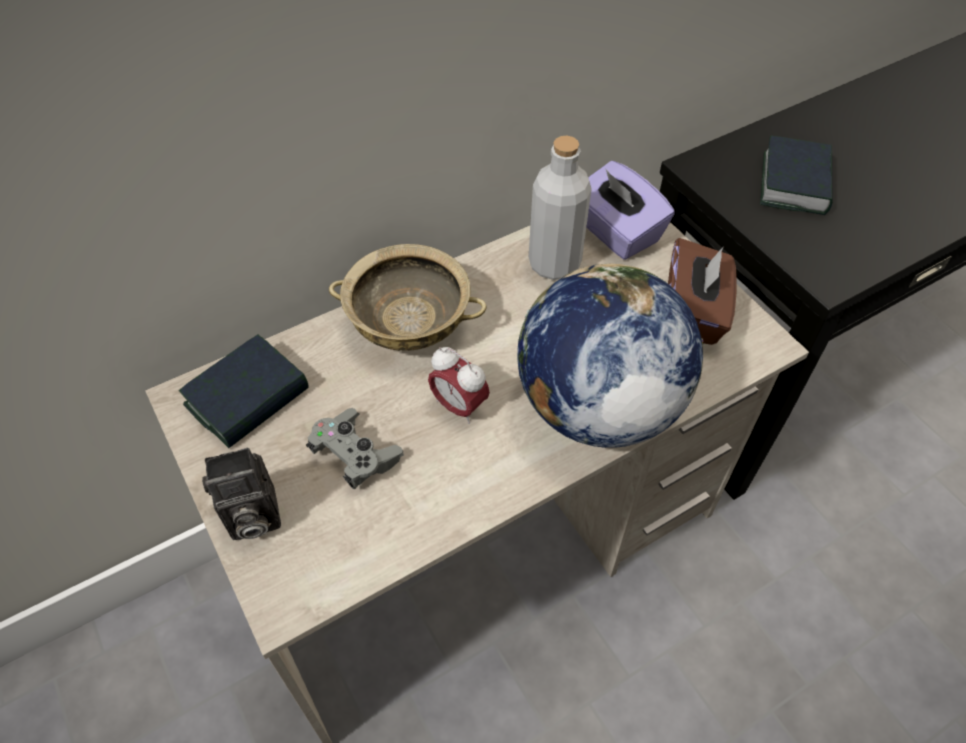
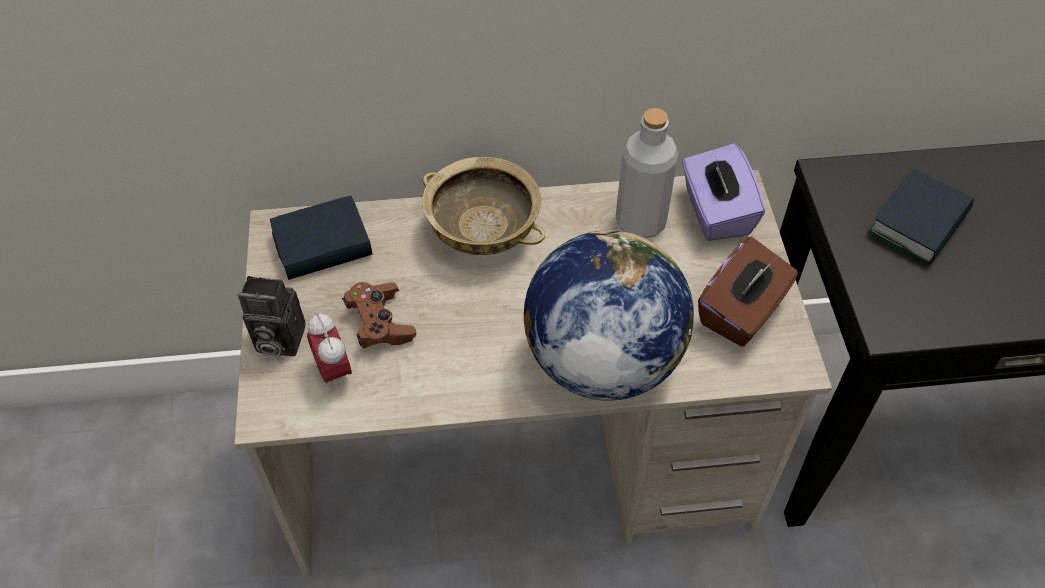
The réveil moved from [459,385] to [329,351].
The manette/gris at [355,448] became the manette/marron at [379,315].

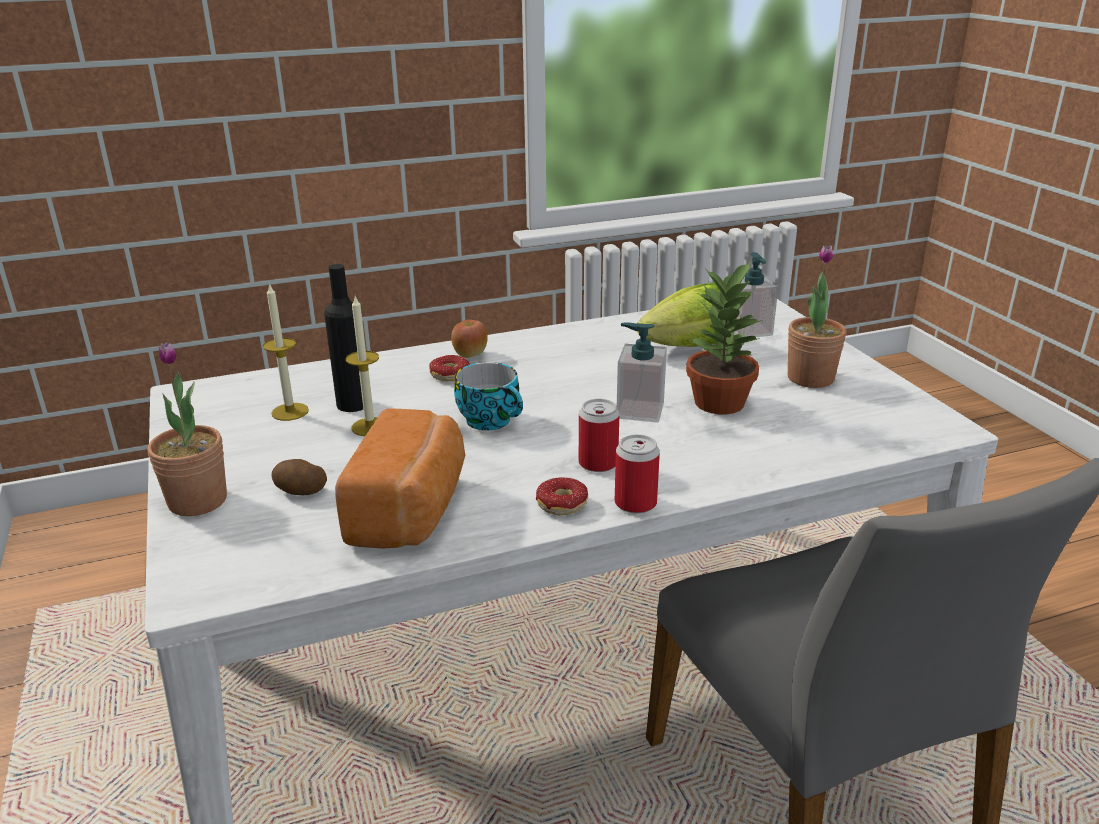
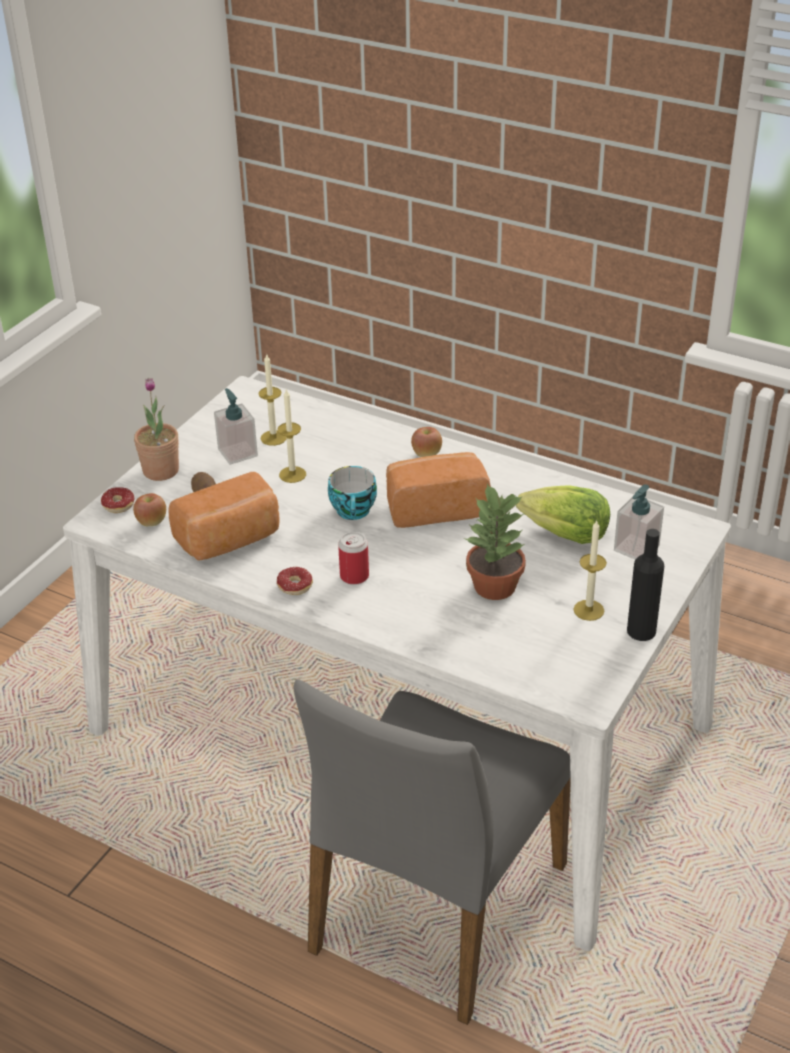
The plante en pot at [817,316] was replaced by the bougie at [590,570].
The bouteille/noir moved from [343,338] to [645,585].
The distributeur de savon moved from [642,372] to [236,426].
The beignet moved from [449,368] to [117,500].
The boîte métallique at [637,473] disappeared.
The pain at [438,490] appeared.
The pomme at [149,509] appeared.

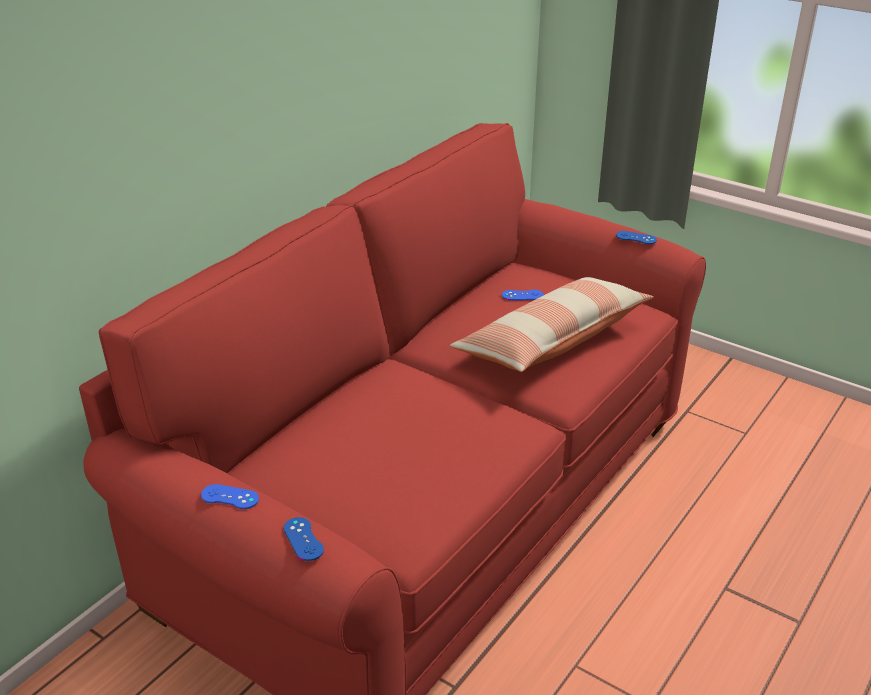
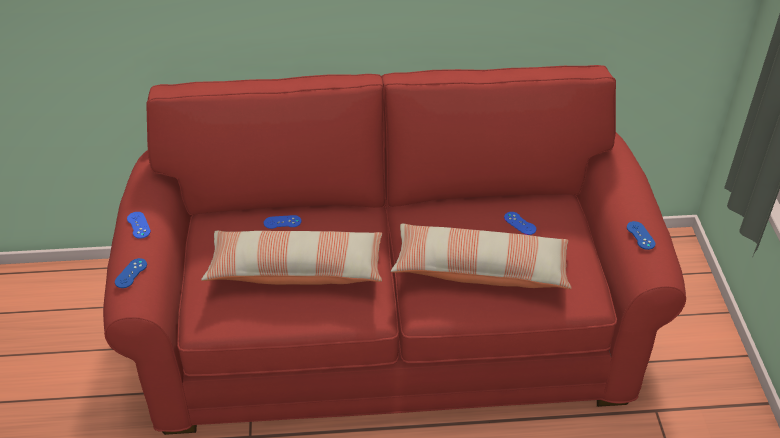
The manette/bleu at [282,222] appeared.
The coussin at [291,258] appeared.

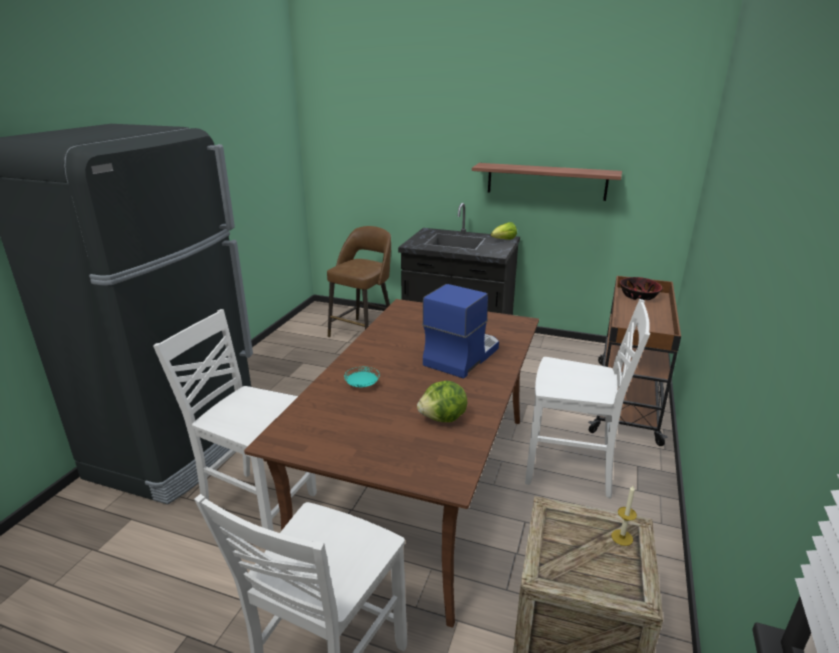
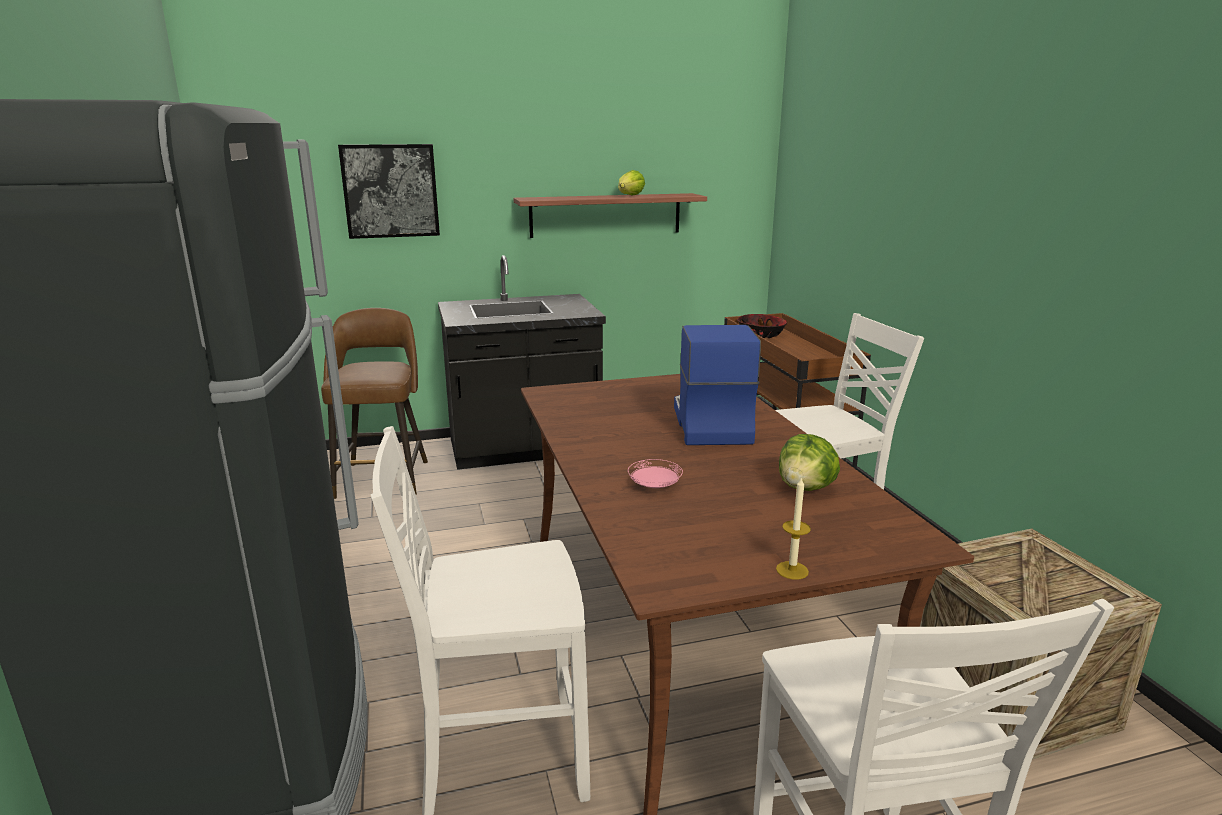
The laitue moved from [504,231] to [631,182].
The assiette/turquoise at [362,377] became the assiette/rose at [655,473].
The bougie moved from [624,516] to [793,528].
The tableau at [389,191] appeared.

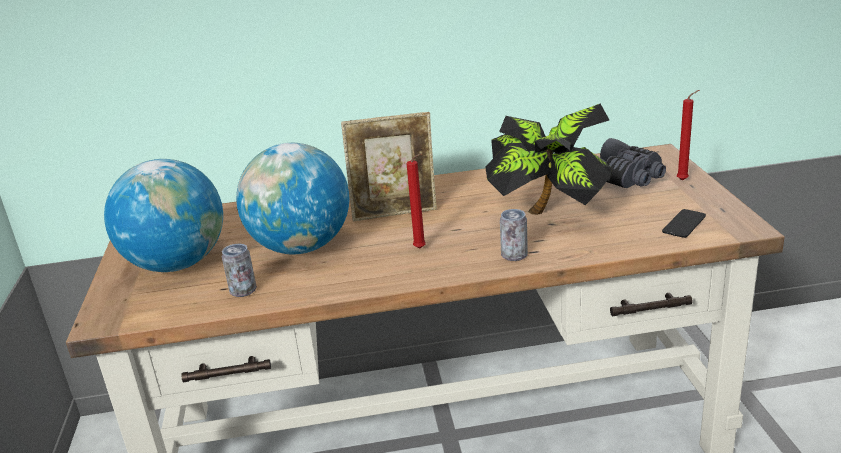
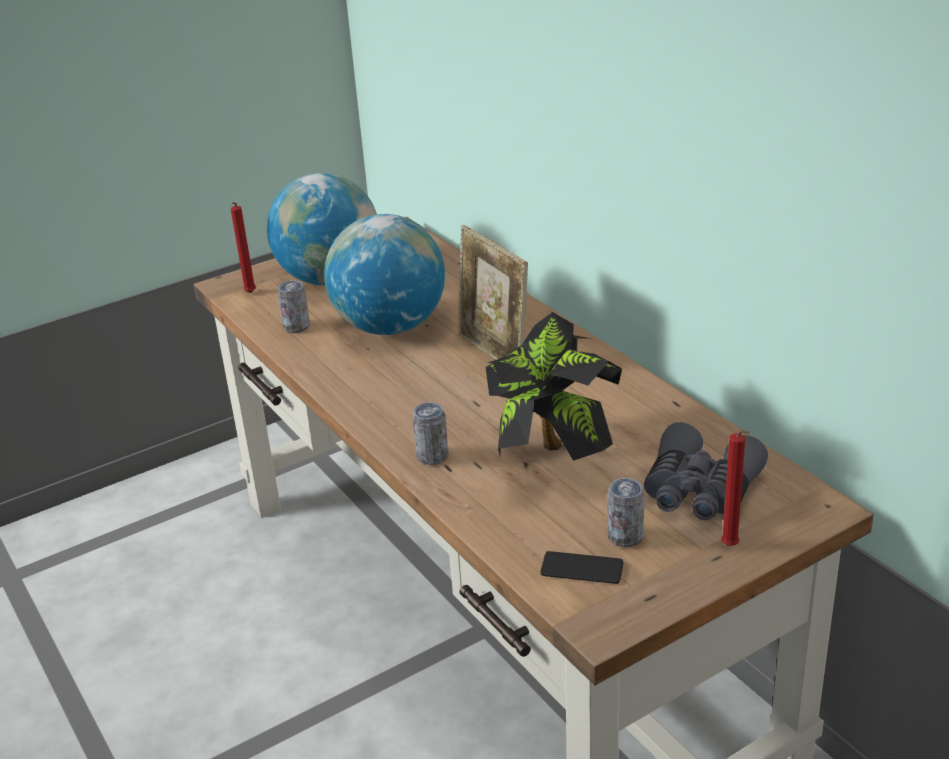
The bougie/rouge moved from [416,201] to [243,247].
The boîte métallique at [625,512] appeared.

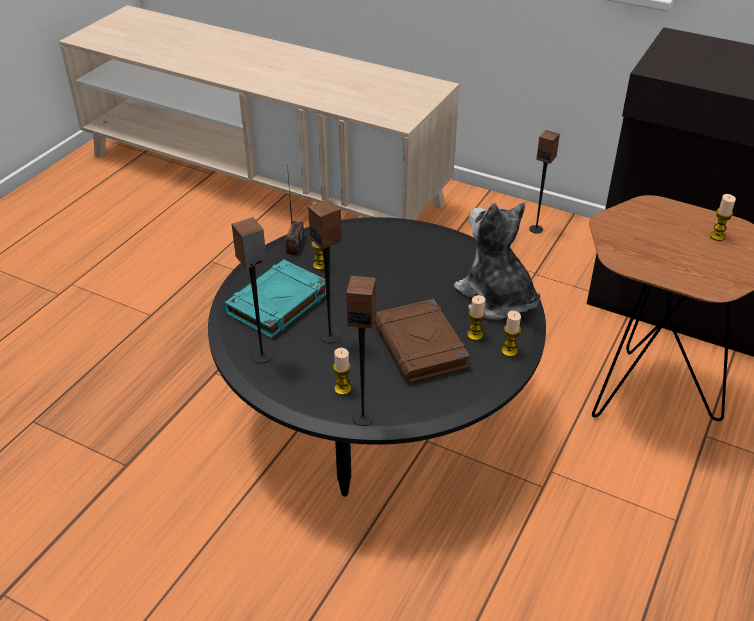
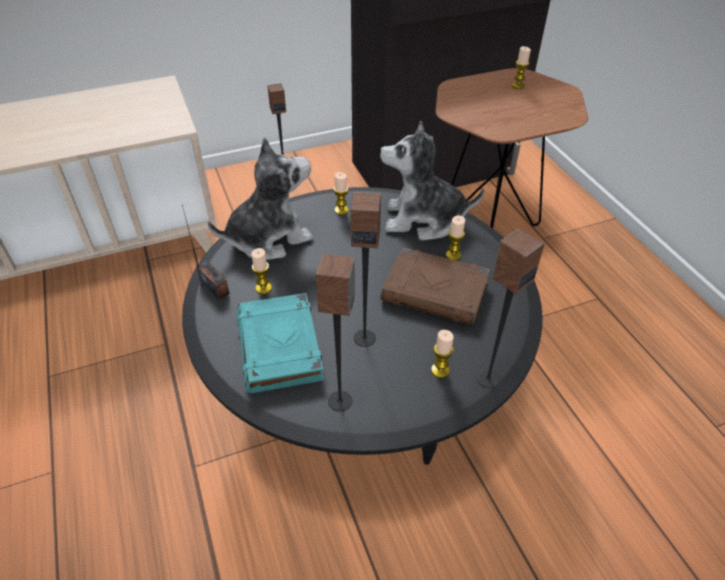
The bougie moved from [511,334] to [341,193].
The peluche at [260,198] appeared.

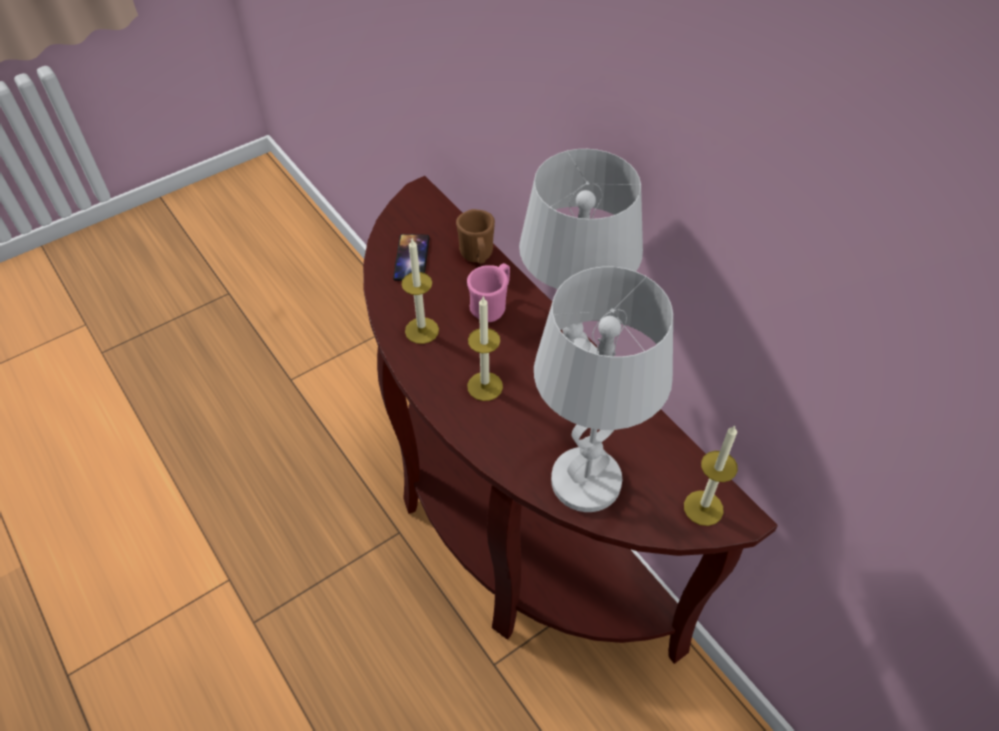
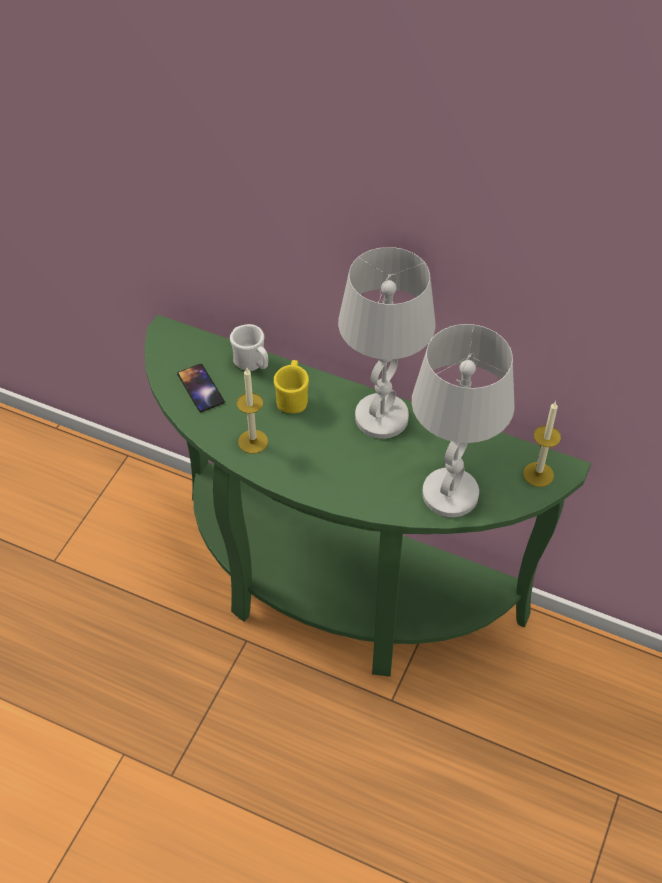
The table console/marron at [570,420] became the table console/vert at [367,496].
The mug/marron at [475,236] became the mug/blanc at [249,347].
The mug/rose at [488,292] became the mug/jaune at [291,386].
The bougie at [485,349] disappeared.

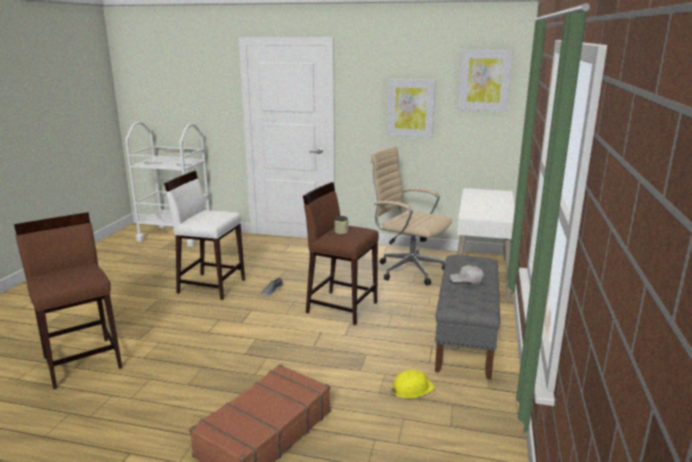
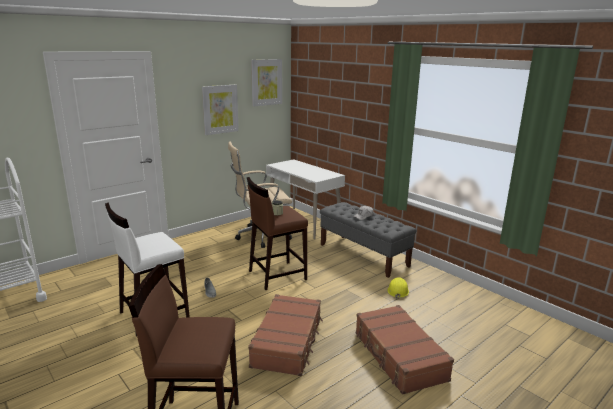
The valise/marron at [285,335] appeared.

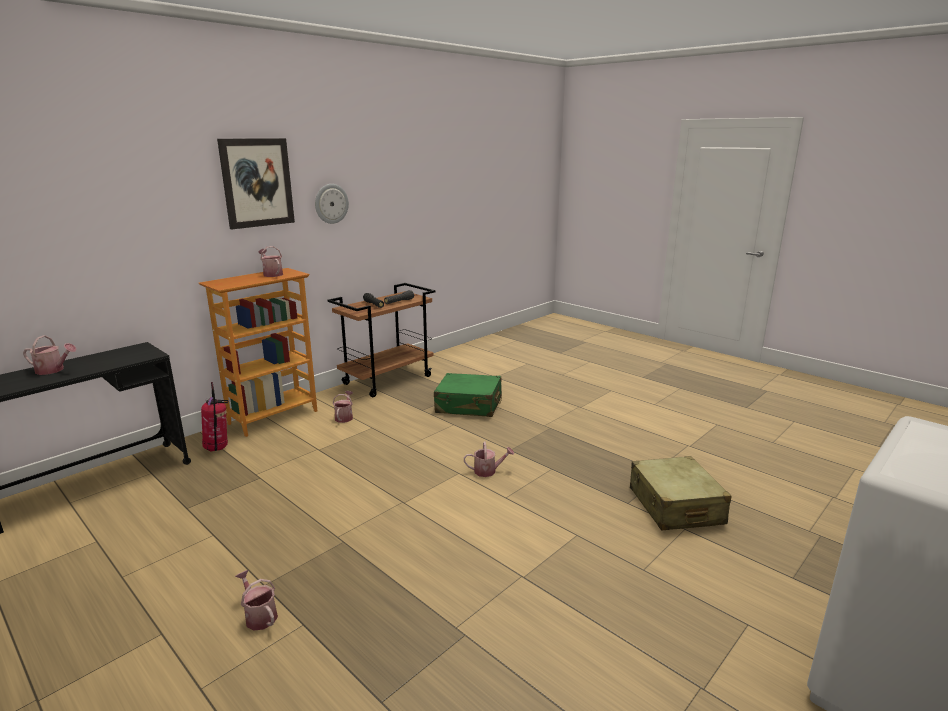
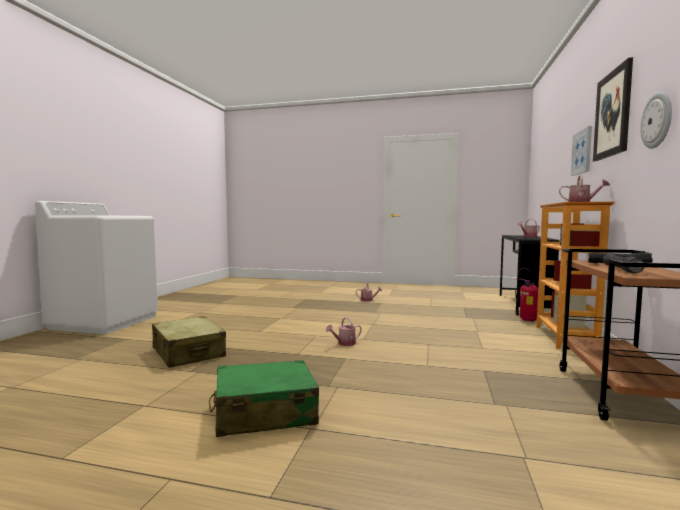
The valise/vert moved from [468,395] to [264,398].
The arrosoir at [343,407] disappeared.
The tableau at [581,151] appeared.

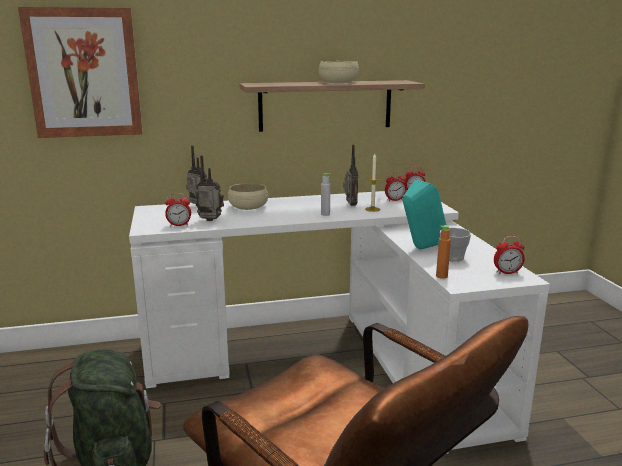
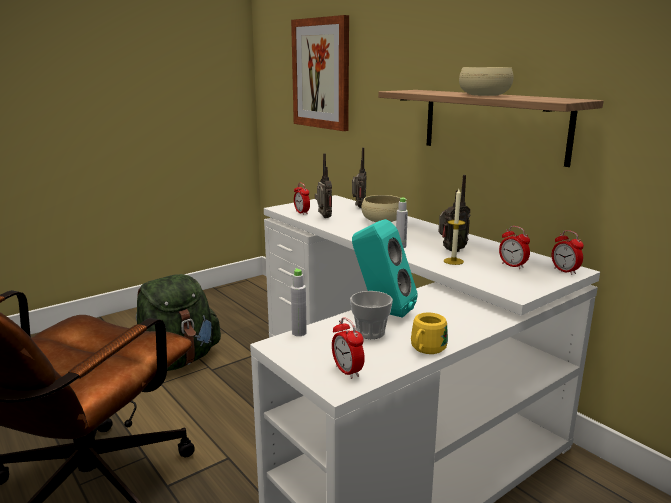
The bouteille/orange at [443,252] became the bouteille/gris at [299,302].
The mug/jaune at [429,333] appeared.

